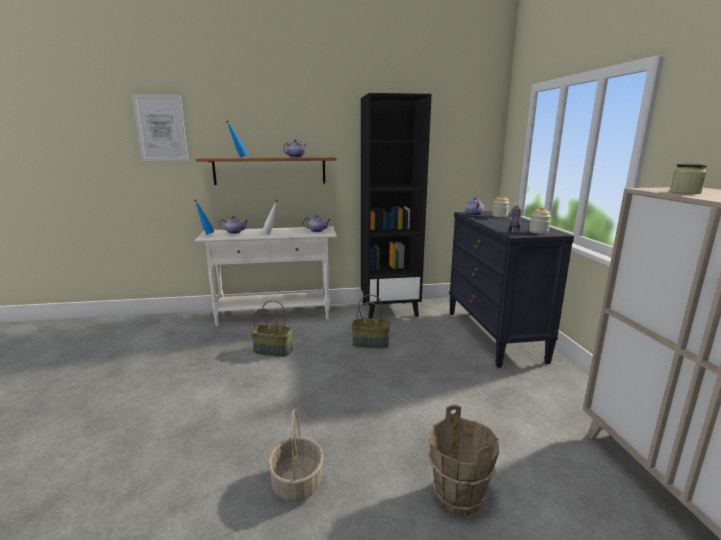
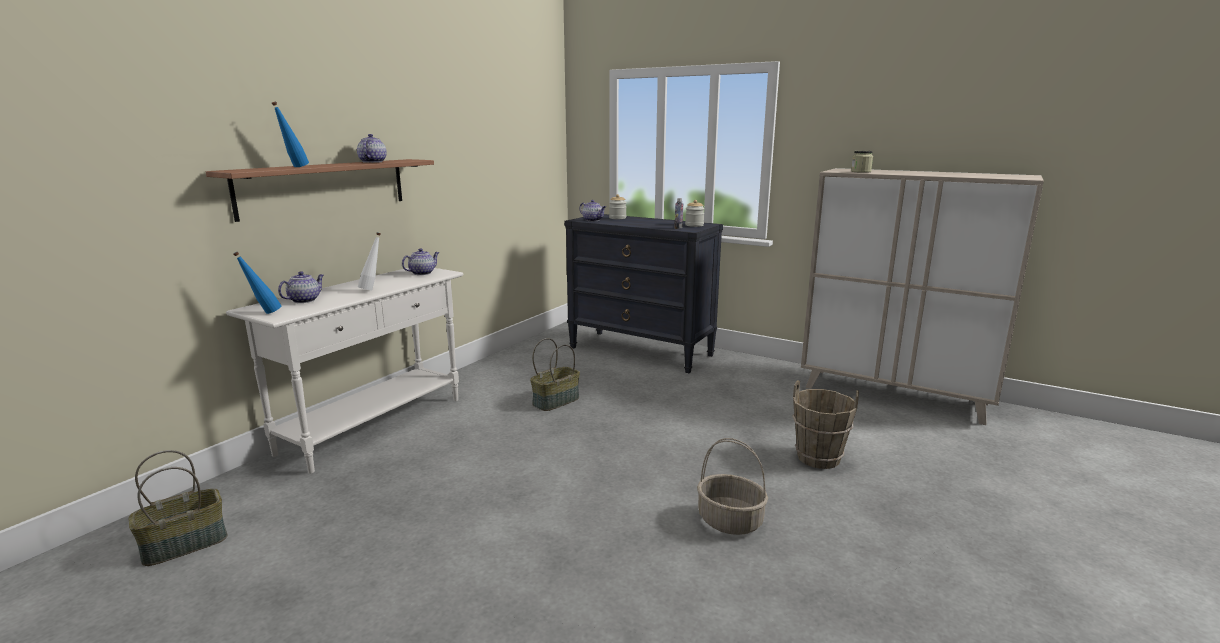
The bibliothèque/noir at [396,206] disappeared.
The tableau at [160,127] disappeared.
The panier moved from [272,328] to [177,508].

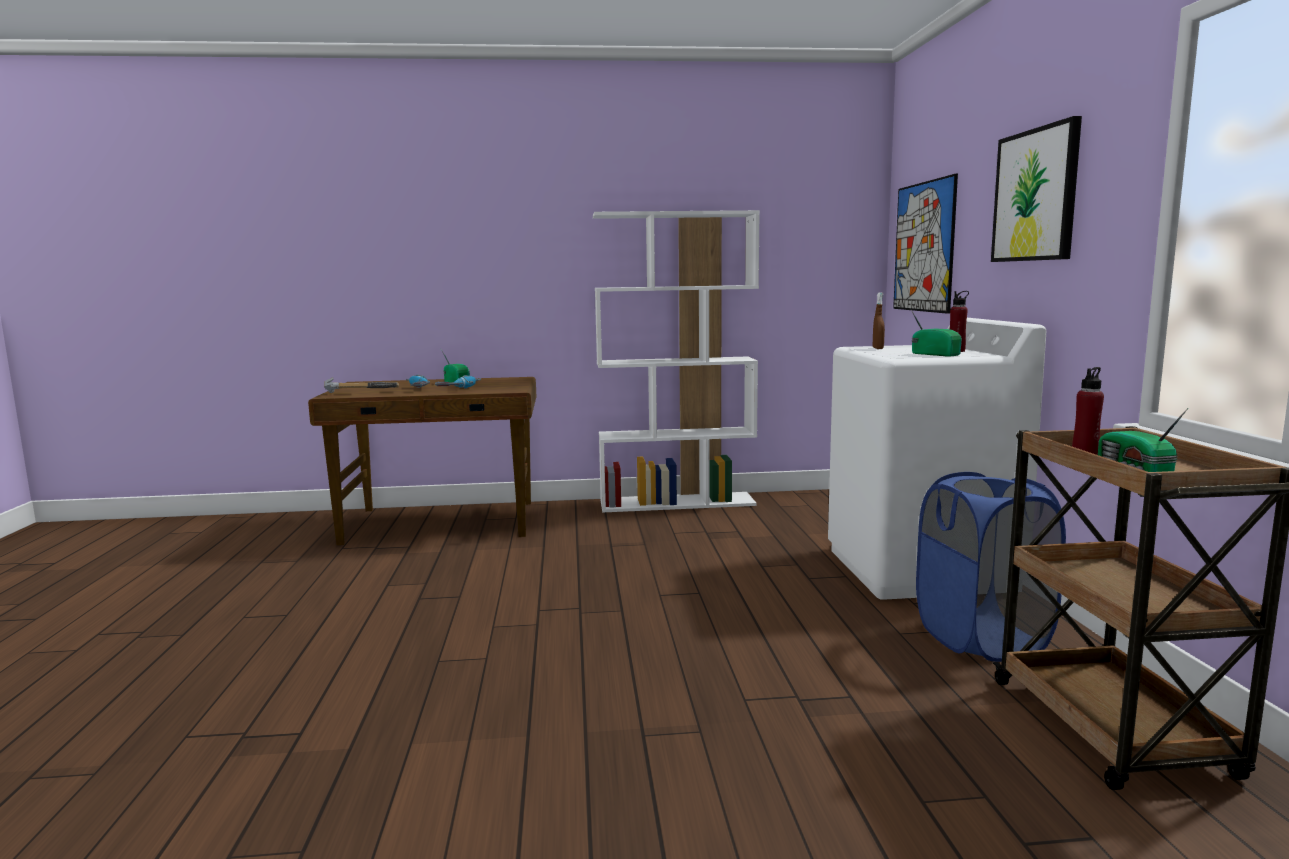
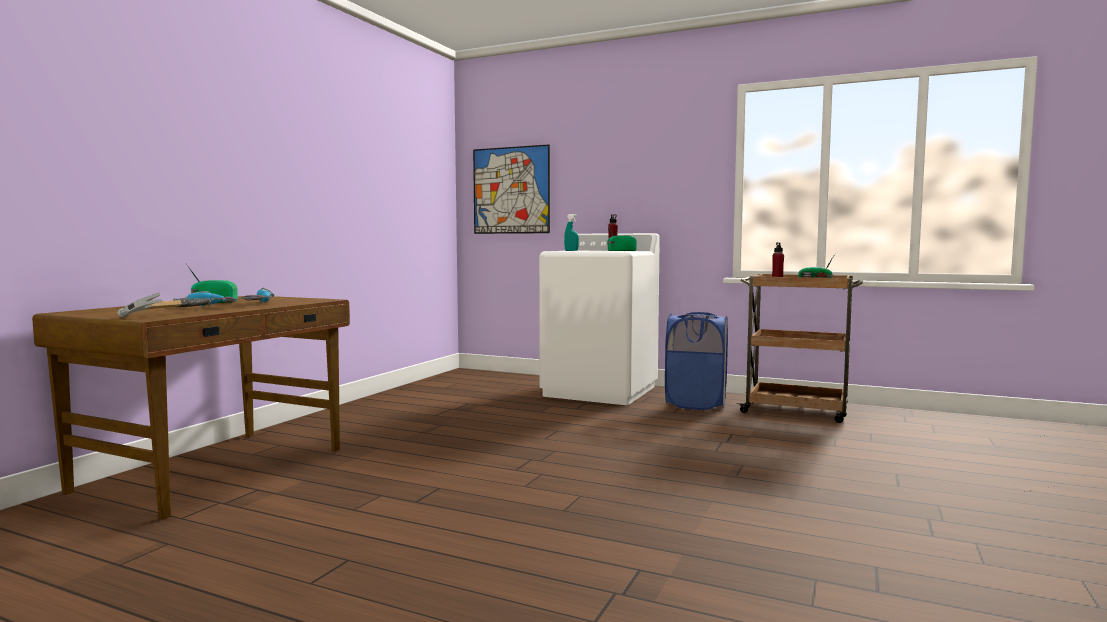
The tableau at [1036,189] disappeared.
The bibliothèque/blanc at [676,361] disappeared.
The vaporisateur/marron at [879,320] became the vaporisateur/turquoise at [571,232].

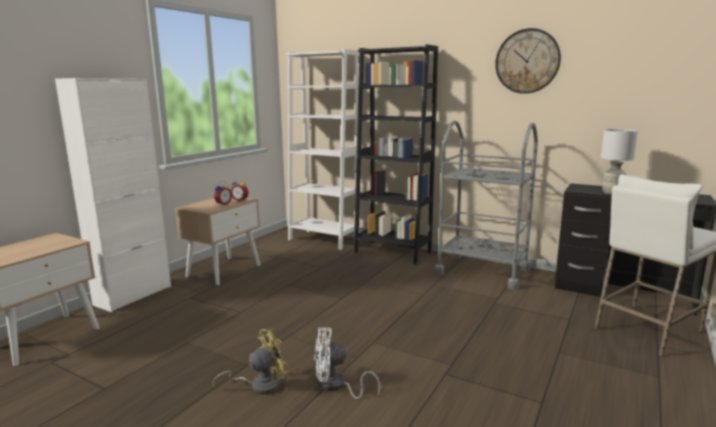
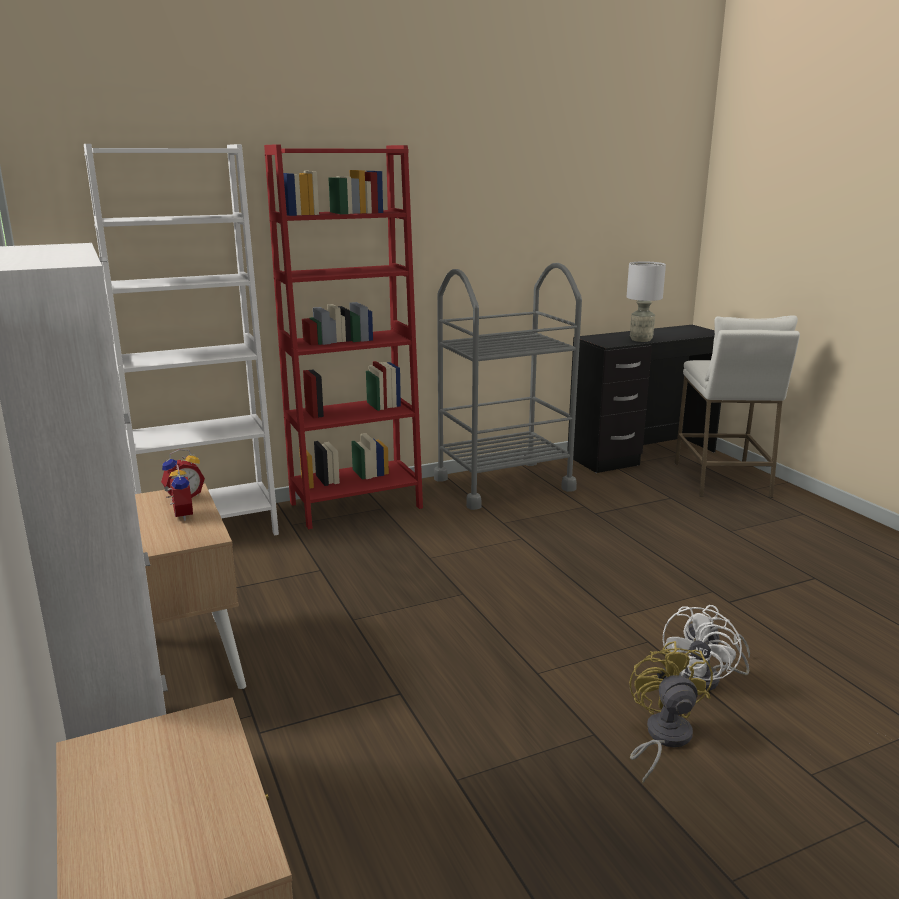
The horloge murale at [528,61] disappeared.
The bibliothèque/noir at [396,154] became the bibliothèque/rouge at [343,337].

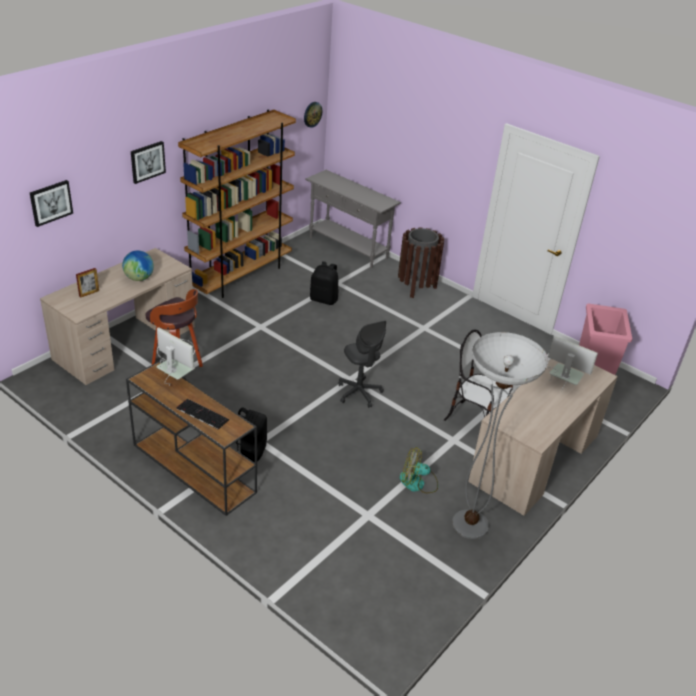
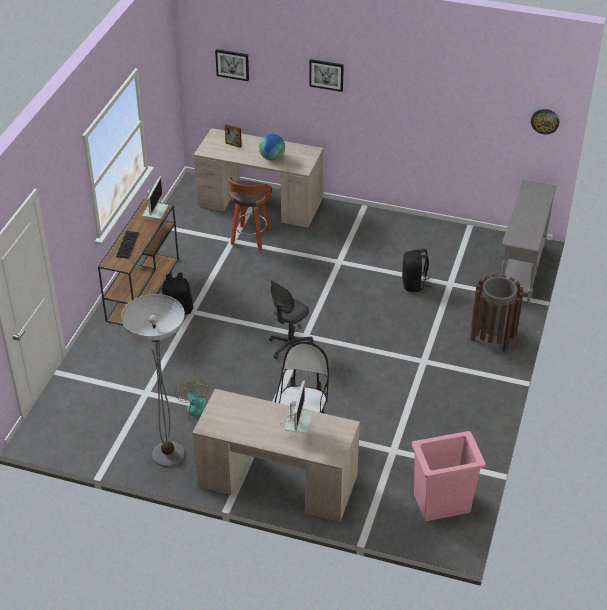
The bibliothèque/marron at [237,204] disappeared.

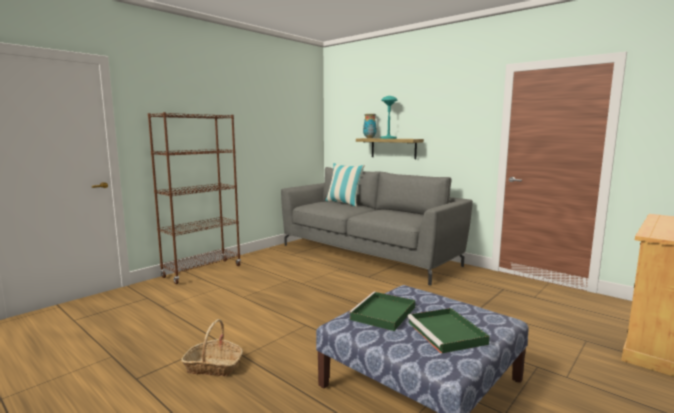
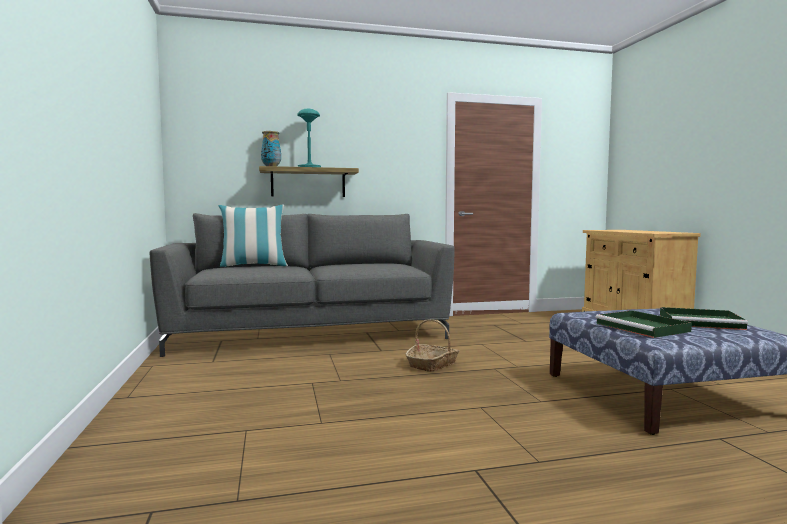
The bibliothèque/marron at [194,198] disappeared.
The panier moved from [212,347] to [432,345].

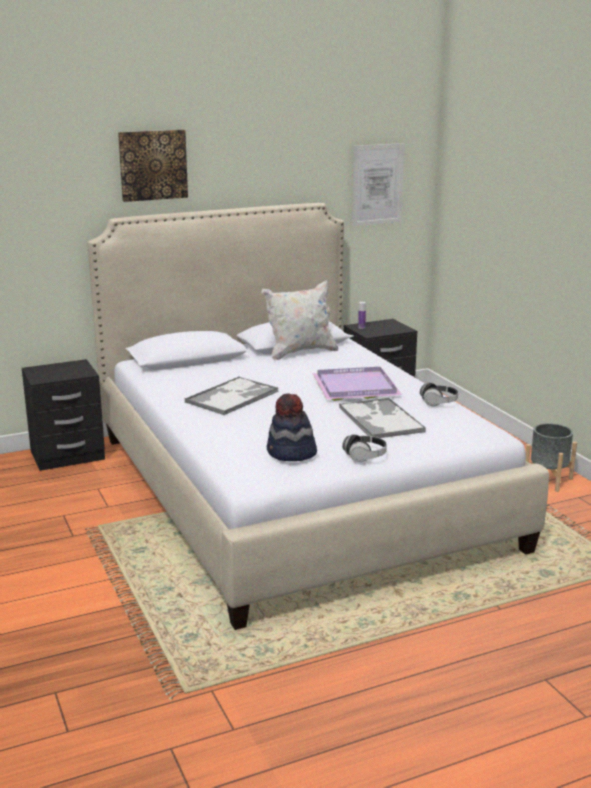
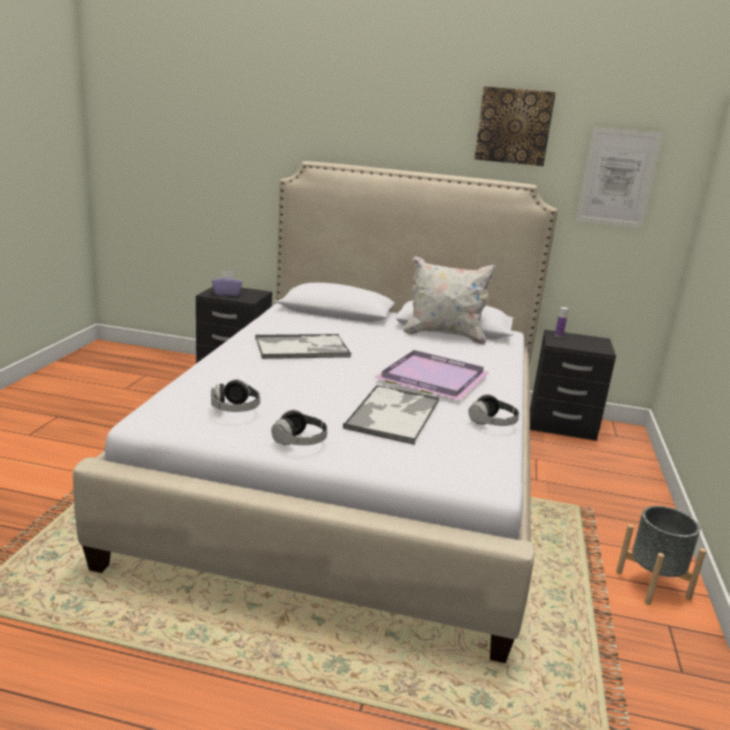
The tableau moved from [153,166] to [515,126].
The chapeau at [292,427] was replaced by the casque audio at [235,395].
The boîte à mouchoirs/violet at [227,283] appeared.

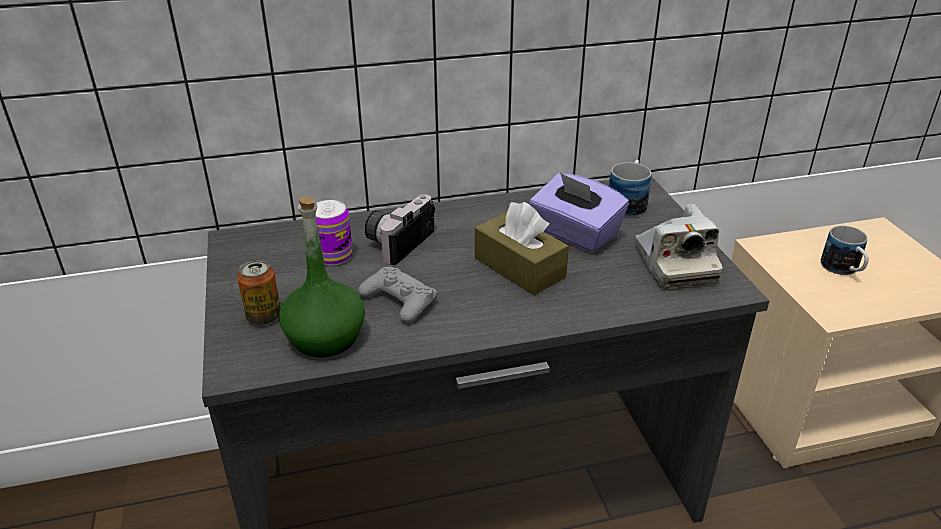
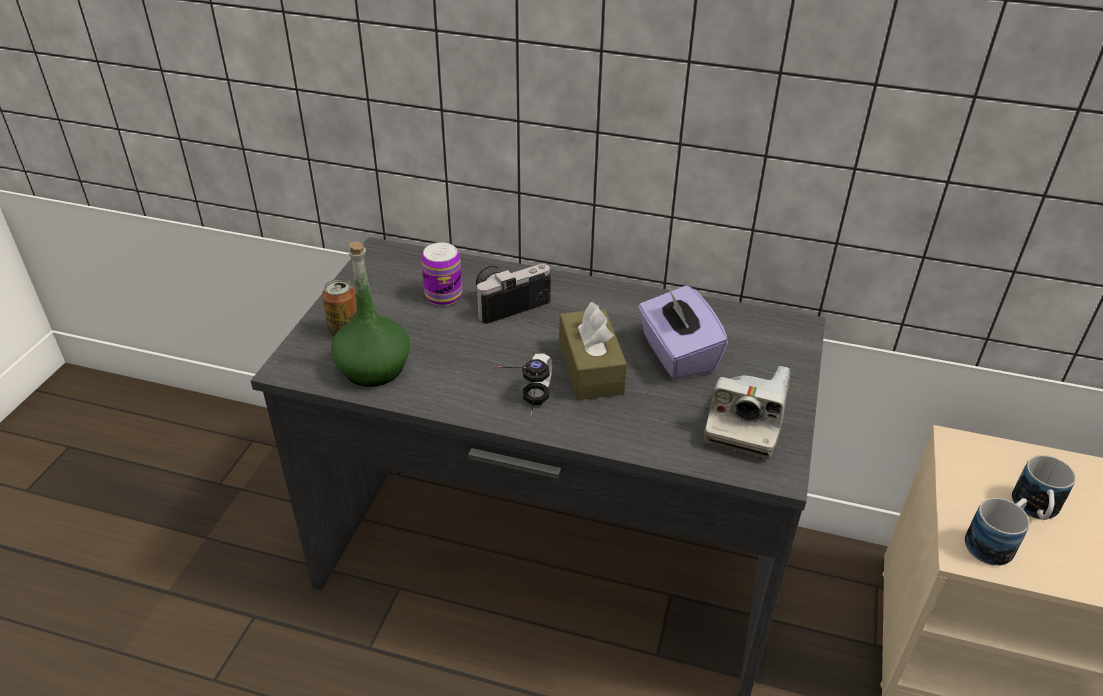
The mug moved from [630,188] to [997,532].
The manette/gris at [397,295] disappeared.
The casque audio at [525,385] appeared.

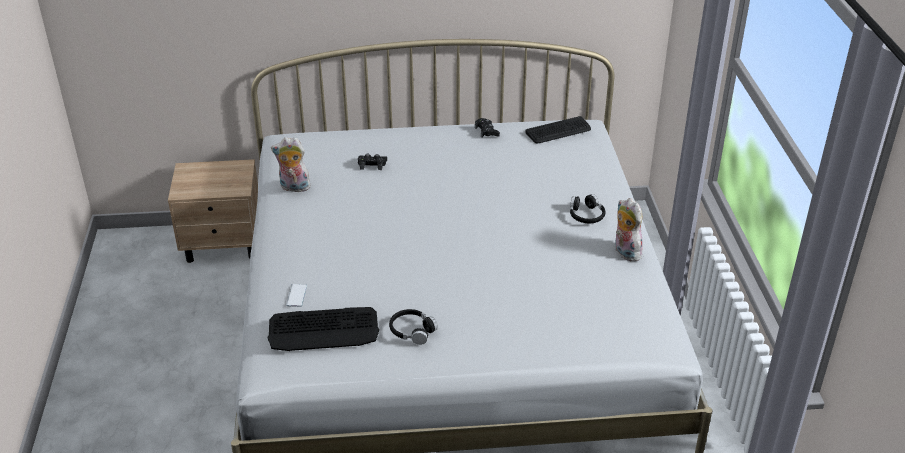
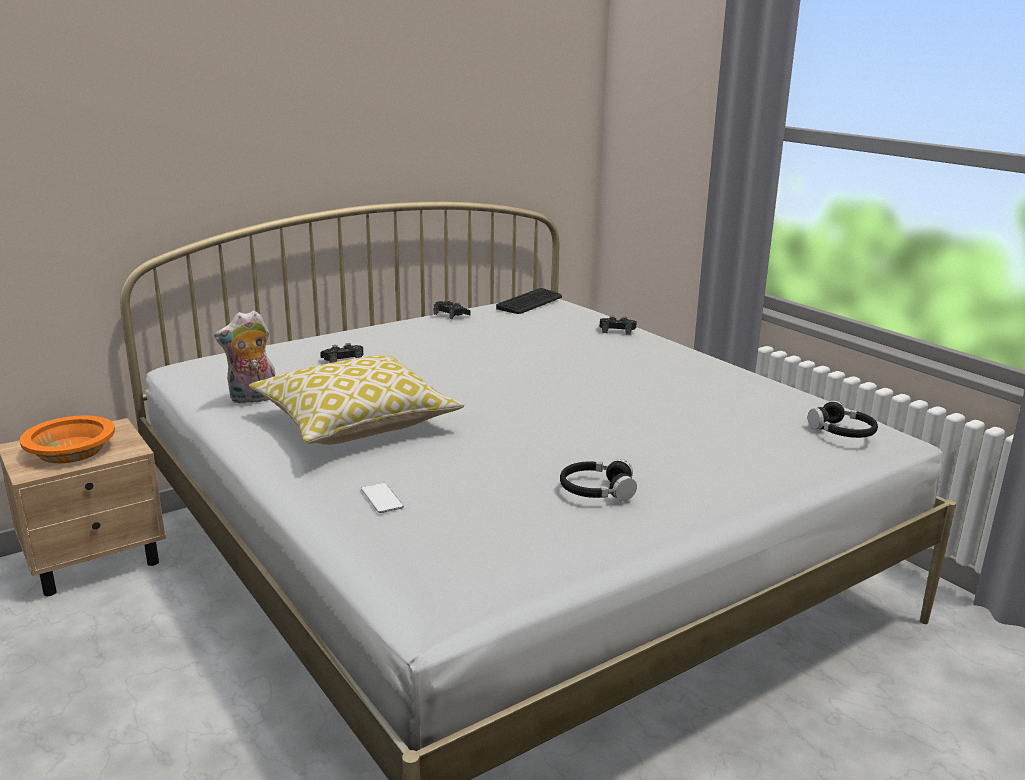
The casque audio/noir moved from [587,208] to [843,419].
The peluche at [629,229] disappeared.
The clavier at [323,329] disappeared.
The manette/noir at [618,325] appeared.
The coussin at [356,400] appeared.
The bol/orange at [67,439] appeared.

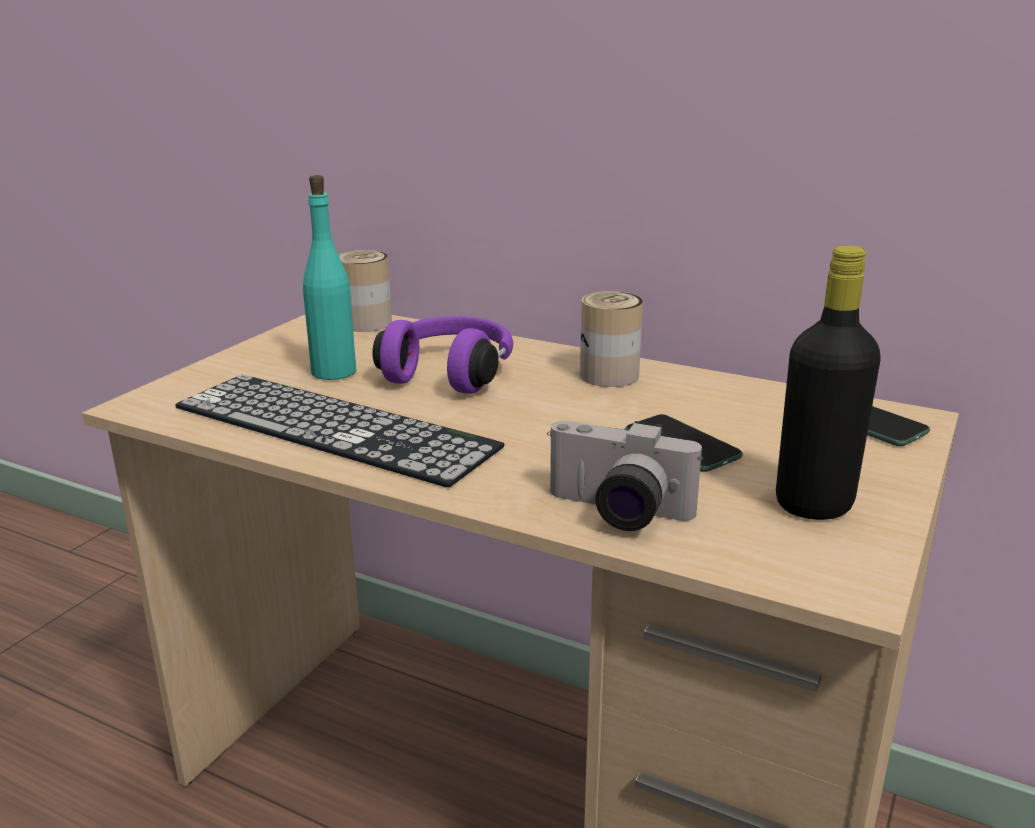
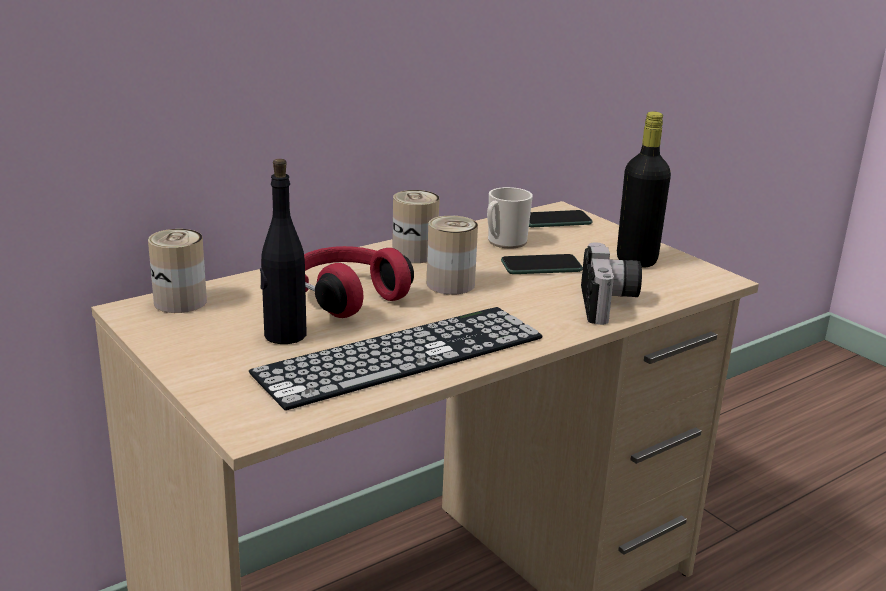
The bouteille/turquoise at [329,277] became the bouteille/noir at [283,251].
The casque audio/violet at [443,355] became the casque audio/rouge at [359,282].
The appareil photo at [625,476] turned 45 degrees counterclockwise.
The mug at [510,217] appeared.
The boîte métallique at [452,255] appeared.

